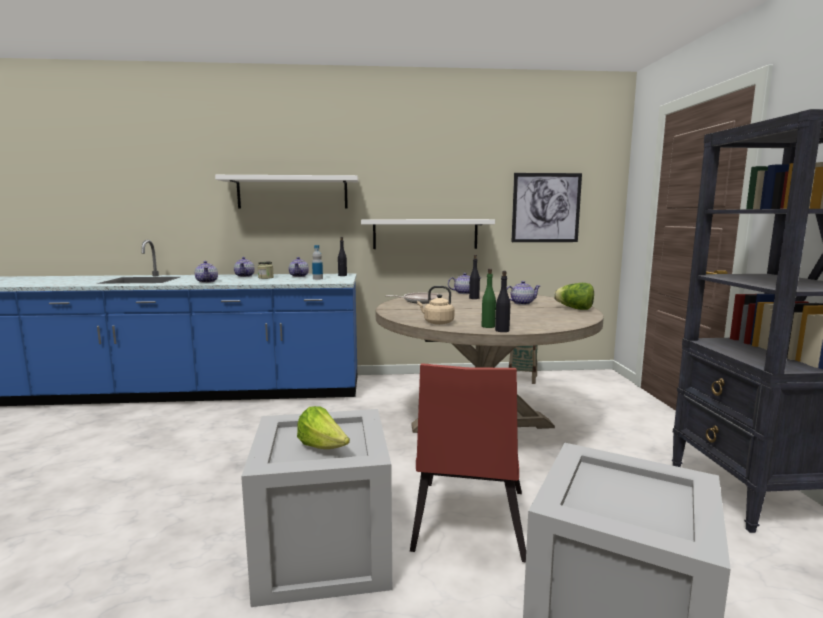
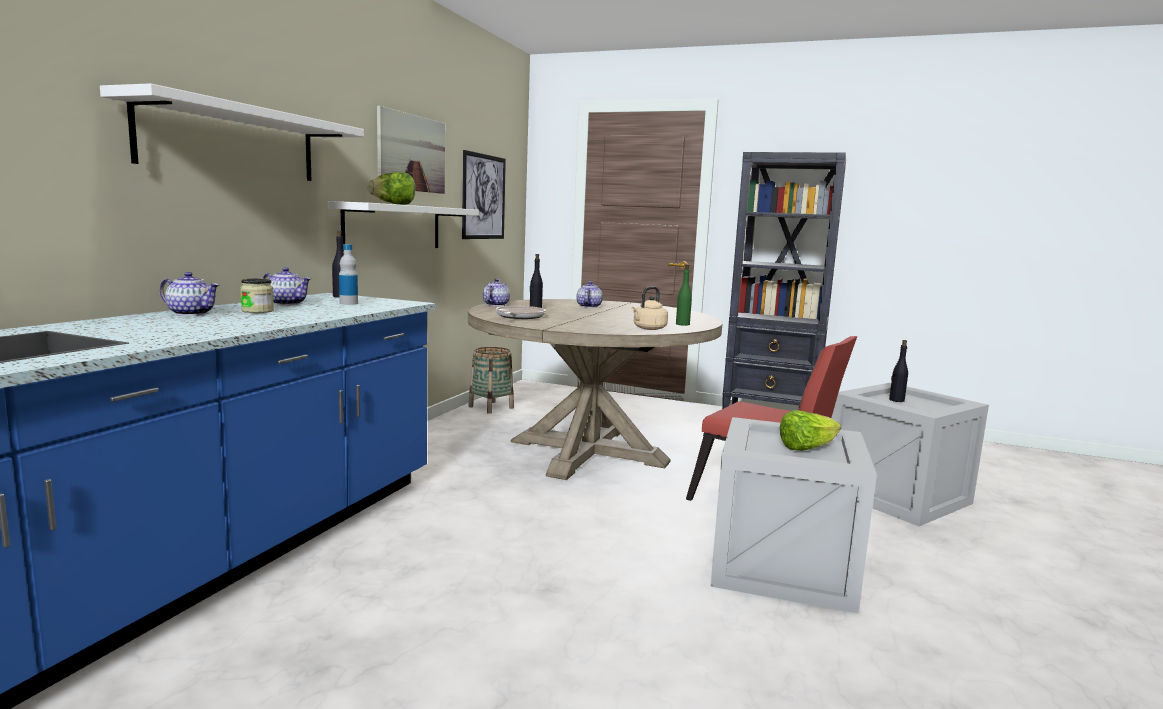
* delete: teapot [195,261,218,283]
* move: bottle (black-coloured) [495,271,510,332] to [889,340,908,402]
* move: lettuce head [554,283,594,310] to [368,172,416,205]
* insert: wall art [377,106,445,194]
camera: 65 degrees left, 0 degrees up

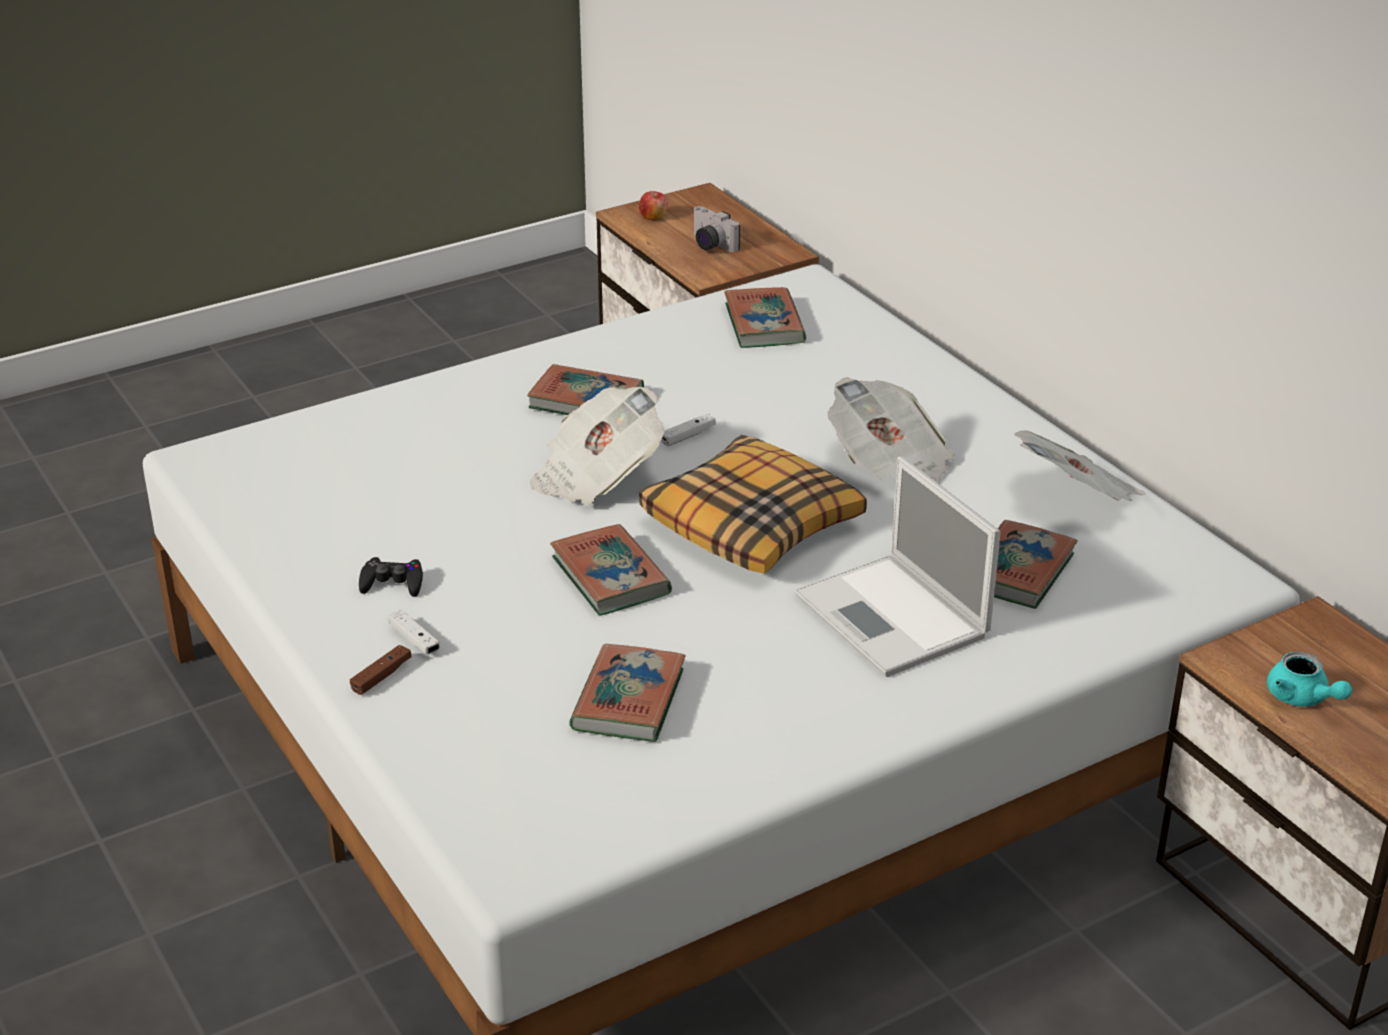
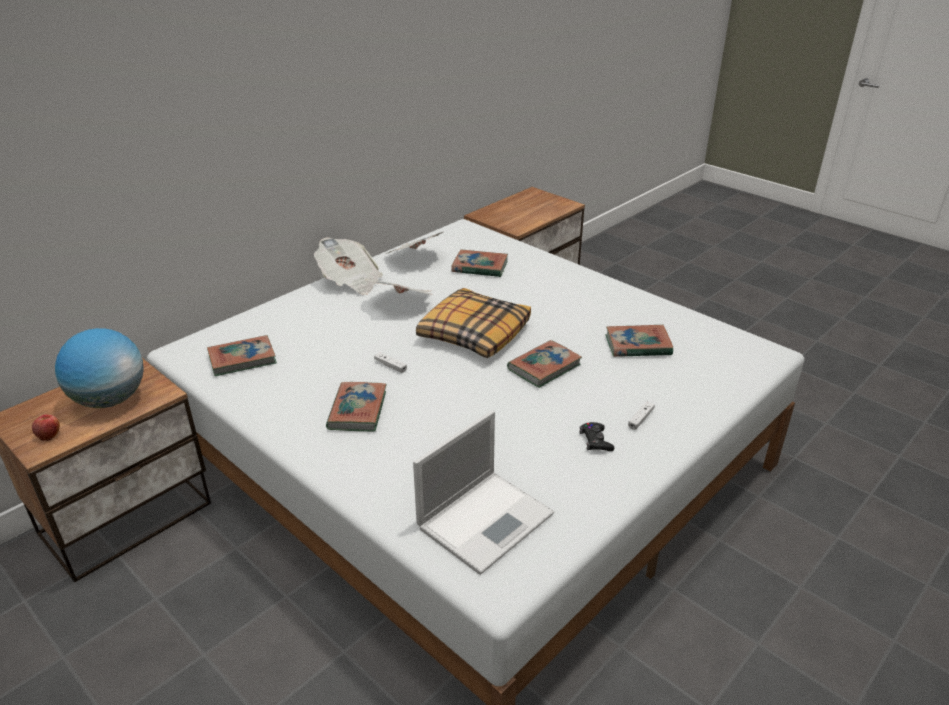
* replace: photo camera [693,206,740,252] to world globe [55,328,143,408]
* move: newspaper [530,387,664,505] to [314,237,383,295]
* move: portable computer [795,456,1001,677] to [413,410,554,575]
* delete: game controller (brownish) [350,645,412,695]
* delete: teapot (blue-green) [1267,652,1352,707]
camera: 105 degrees left, 0 degrees up

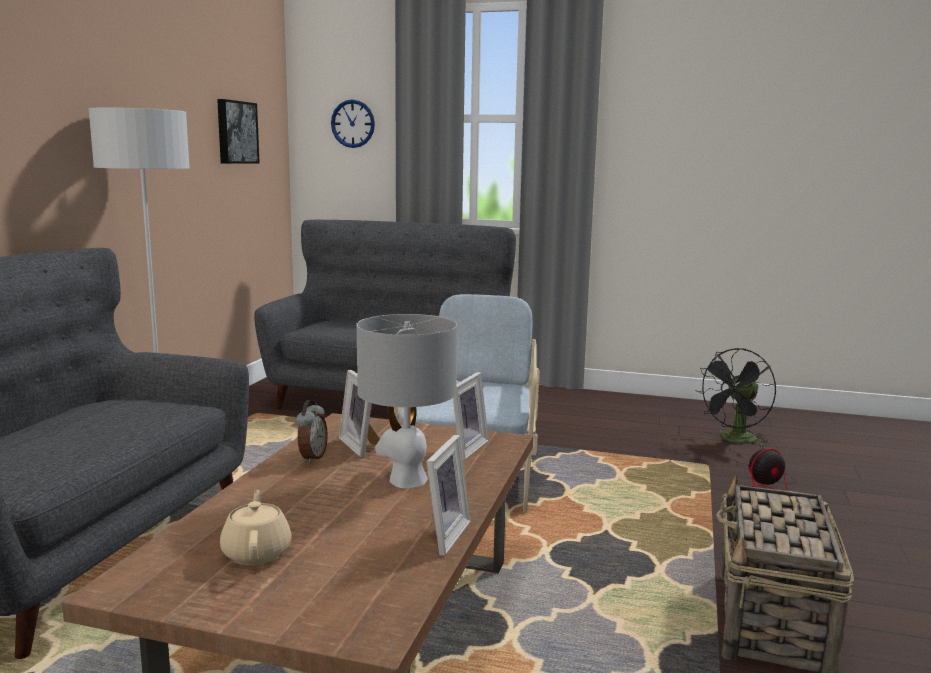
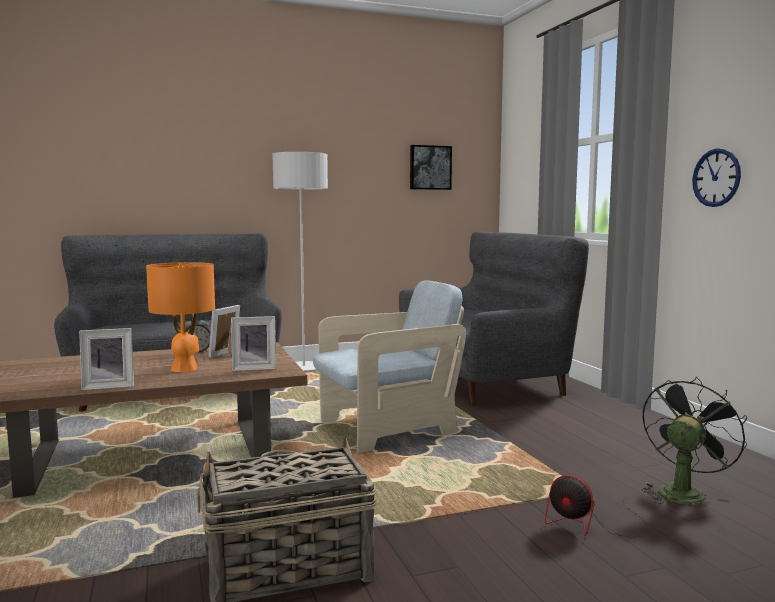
* move: wall clock [331,99,375,148] to [692,148,741,207]
* recolor: table lamp (greyish) [357,314,457,488] to table lamp (orangey) [146,262,215,372]
* rotate: fan (black-coloured) [695,348,776,448] = [642,376,747,505] 120 degrees clockwise
* delete: teapot (sand-coloured) [220,489,292,565]
camera: 55 degrees right, 5 degrees down

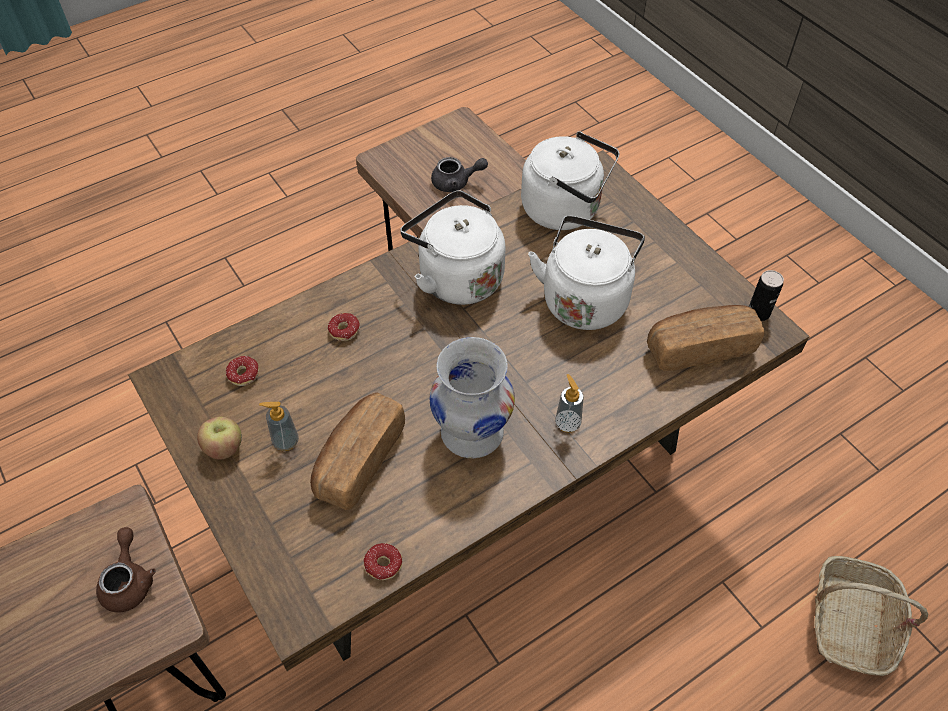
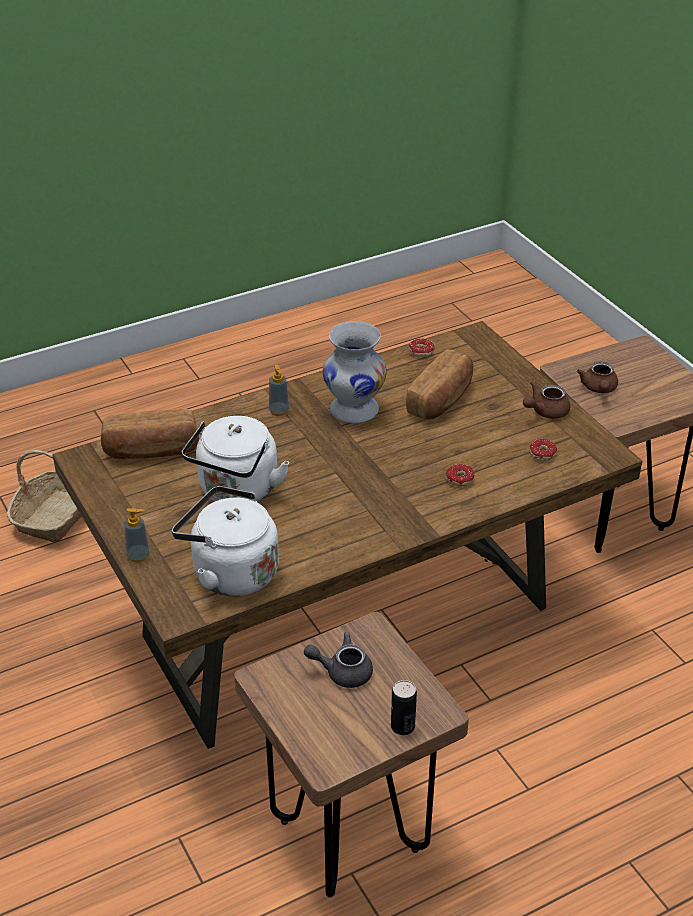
* delete: kettle (white-coloured) [400,190,505,305]
* move: metal can [749,270,784,321] to [391,680,417,735]
* move: soap dispenser [259,402,299,451] to [124,508,150,562]
* replace: apple [197,417,242,460] to teapot (brownish) [523,381,570,419]
camera: 175 degrees left, 15 degrees down

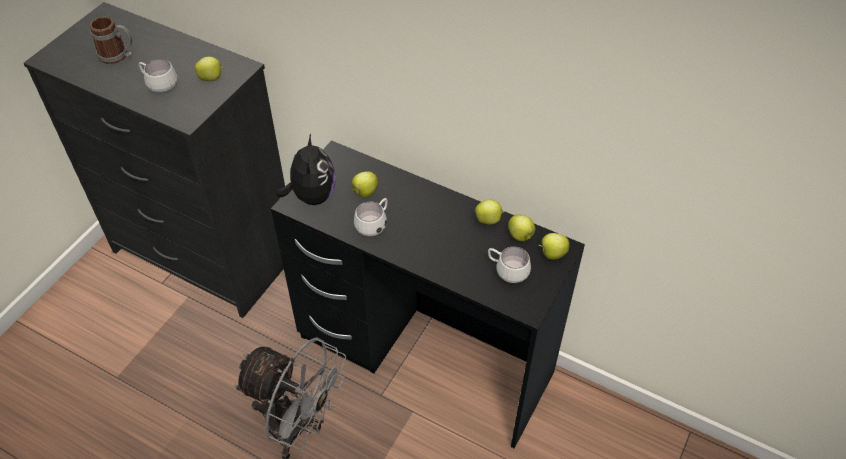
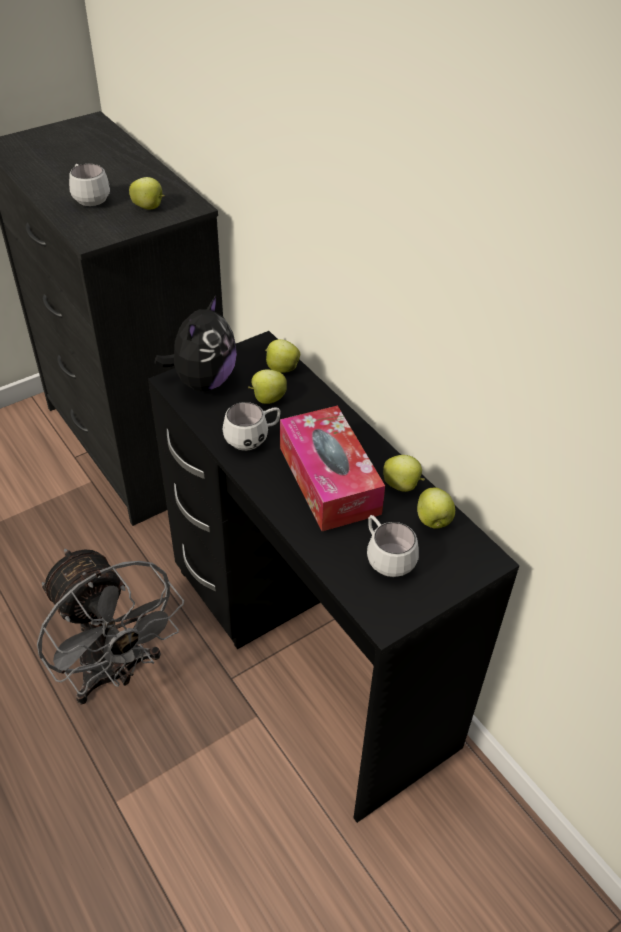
* delete: mug [90,17,132,64]
* move: apple [538,233,569,260] to [265,339,300,373]
* insert: box of tissues [280,406,385,531]
camera: 25 degrees right, 5 degrees down

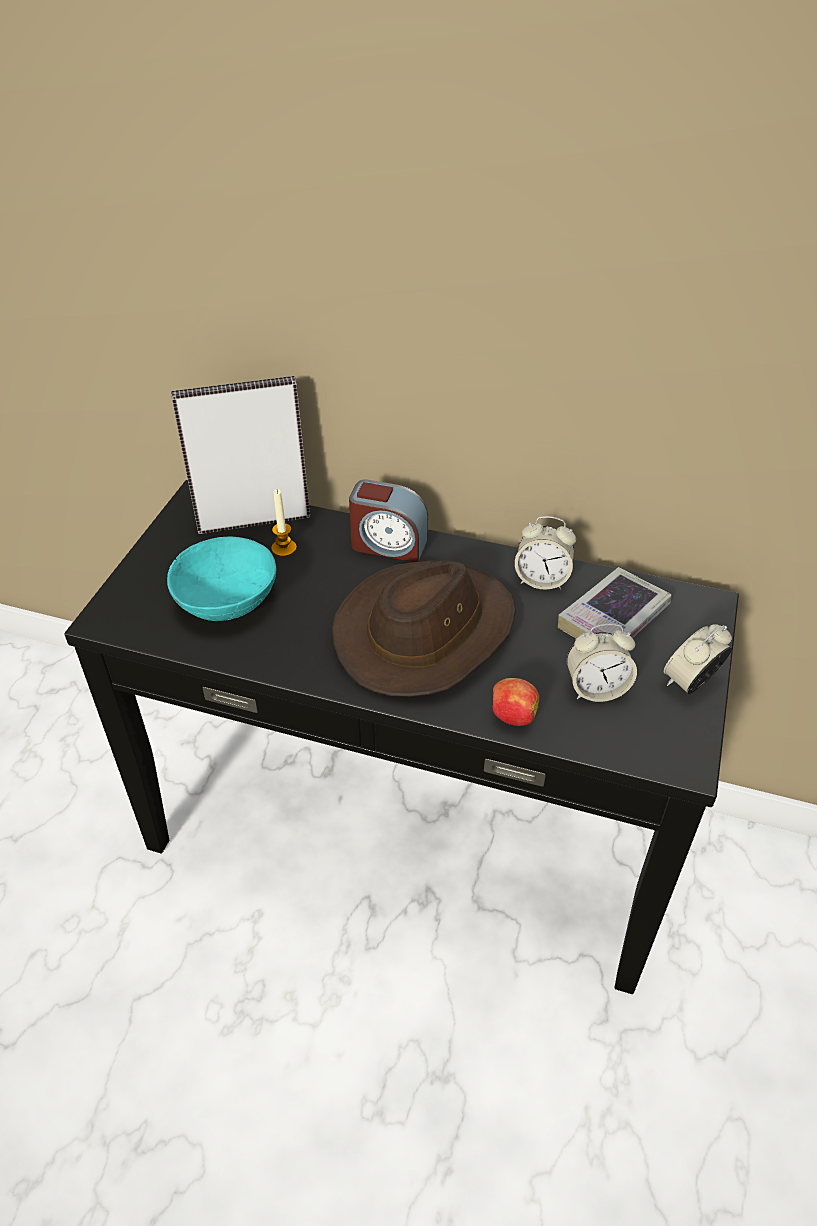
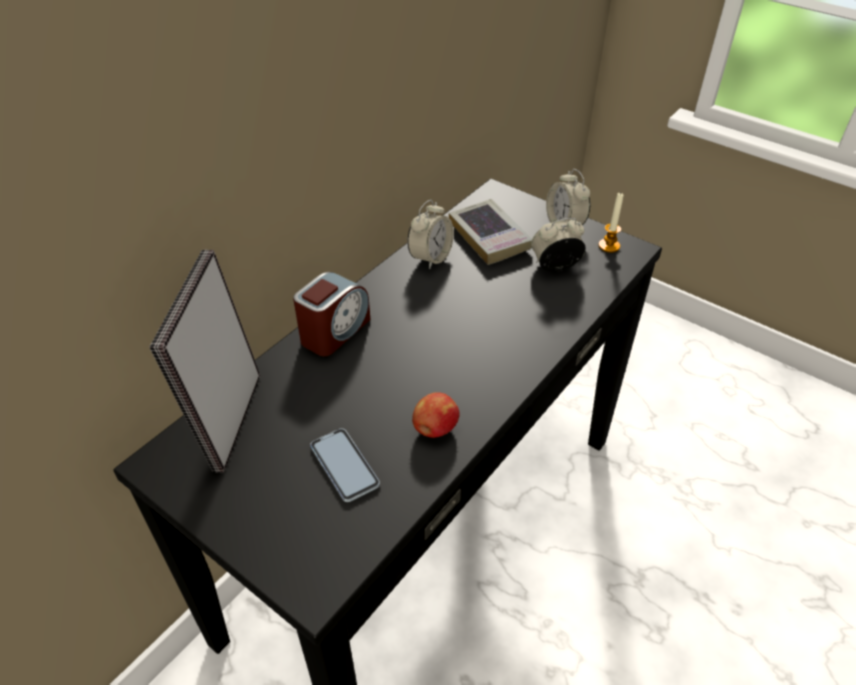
* move: wax candle [271,489,297,557] to [598,193,624,253]
* replace: serving bowl (blue-green) [167,537,276,621] to telephone [310,428,380,502]
* delete: hat (brownish) [332,561,516,697]
* rotate: table clock [567,624,637,702] = [531,218,586,272] 120 degrees counterclockwise
* move: apple [493,678,539,726] to [412,392,460,438]
camera: 70 degrees left, 0 degrees up

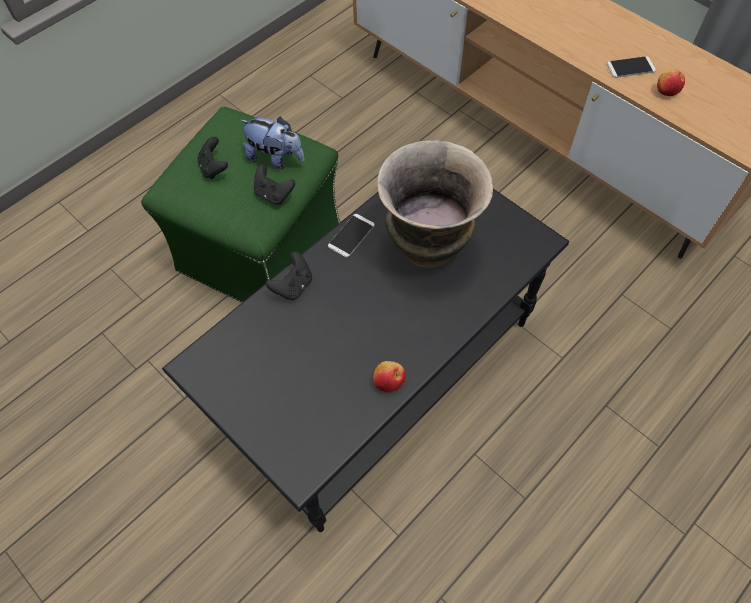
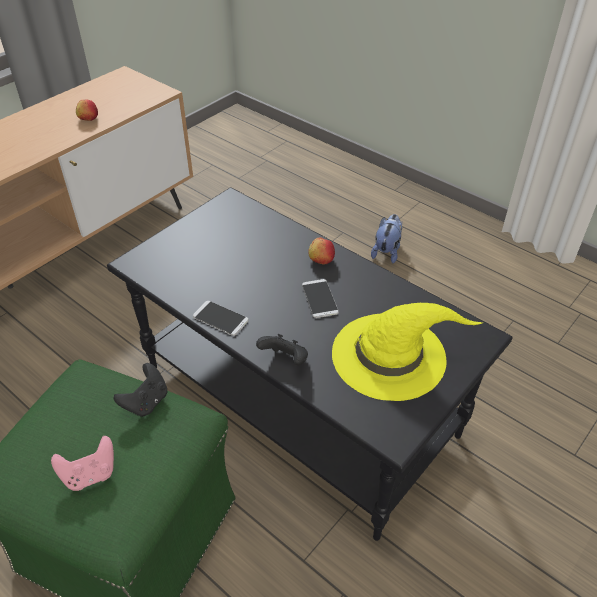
* move: telephone [607,56,656,78] to [302,279,339,318]
* move: plush toy [240,116,305,169] to [371,214,402,263]
* recolor: game controller (black-coloured) [197,137,228,179] to game controller (pink-coloured) [51,436,114,491]
* delete: flower vase [377,140,493,268]
* move: apple [373,361,406,392] to [308,238,335,264]
* insert: hat (yellow) [332,303,484,401]
camera: 95 degrees left, 15 degrees down

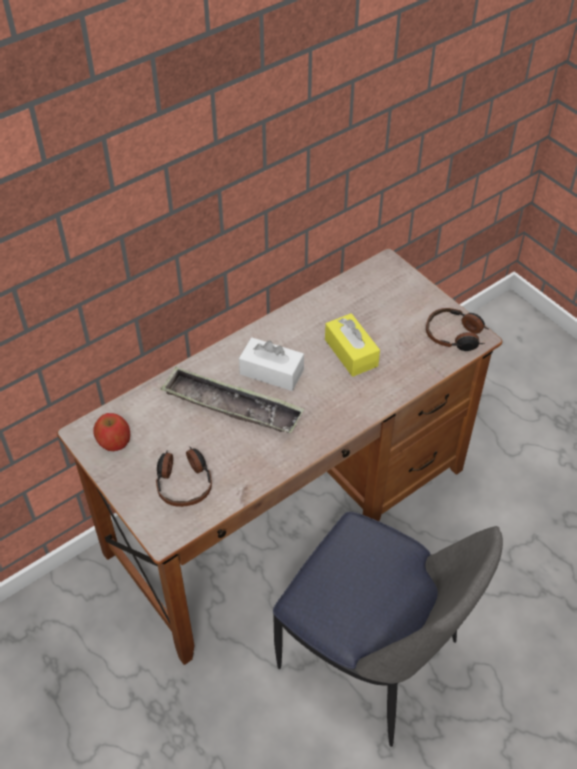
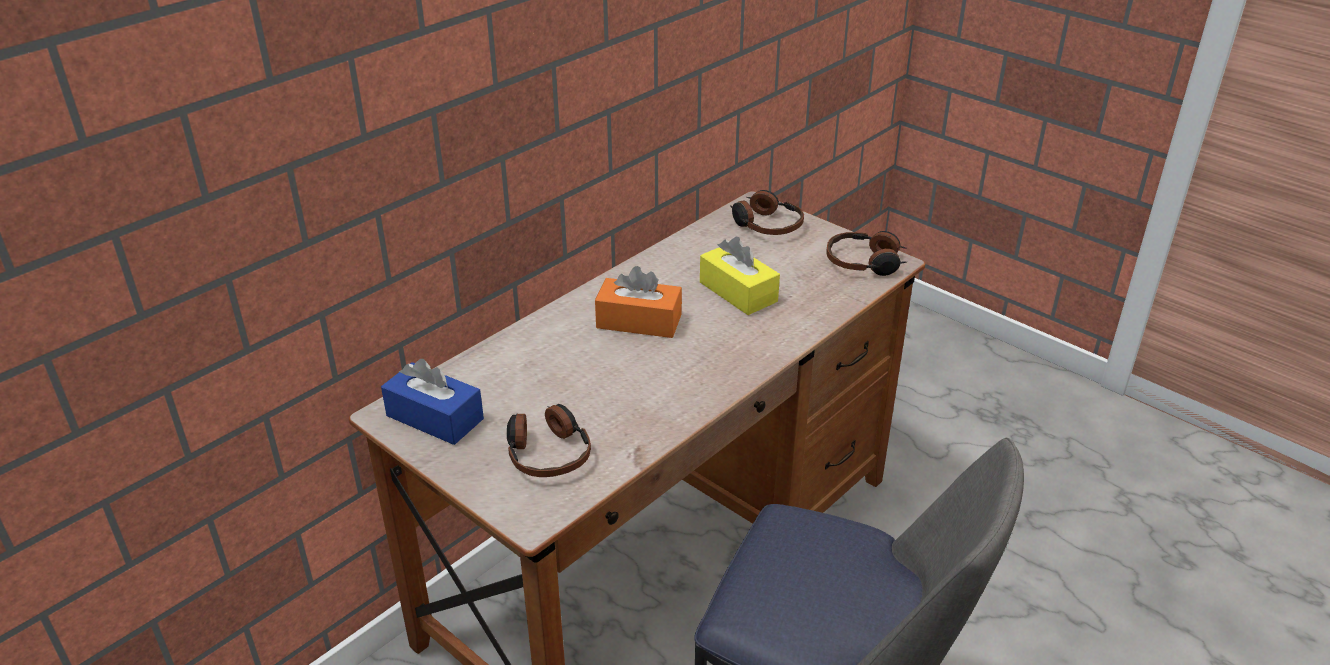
* recolor: box of tissues (white-coloured) [239,337,304,391] to box of tissues (orangey) [595,266,682,338]
* delete: serving tray [160,367,304,433]
* replace: apple [94,413,130,451] to box of tissues (blue) [381,359,484,445]
* insert: pair of headphones [730,190,804,235]
camera: 10 degrees left, 15 degrees down

